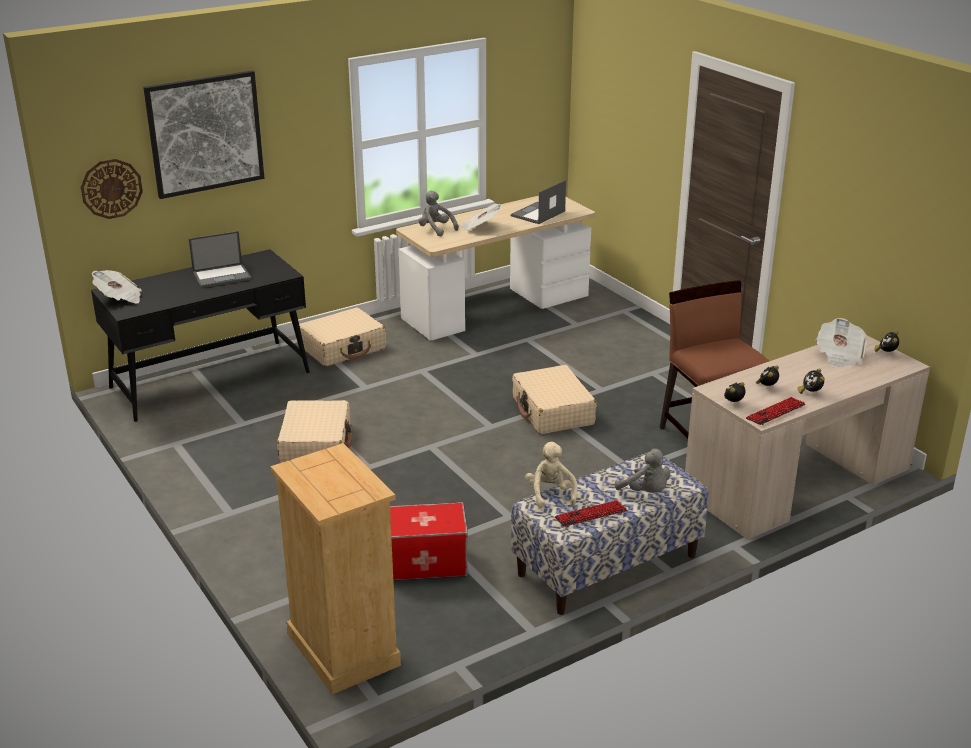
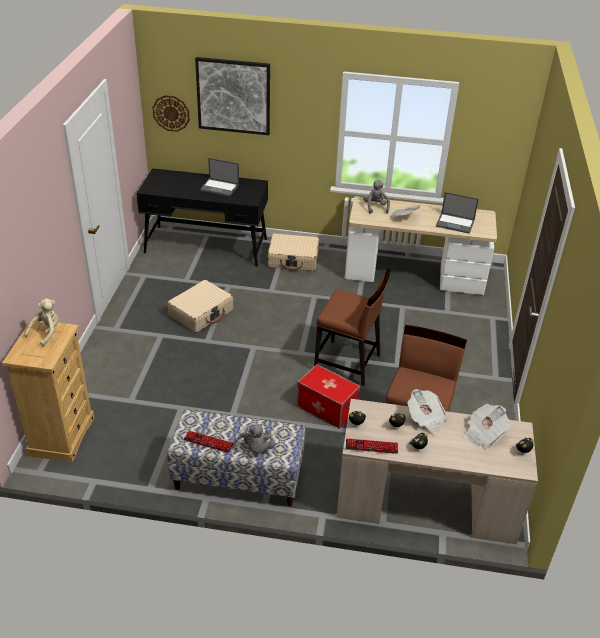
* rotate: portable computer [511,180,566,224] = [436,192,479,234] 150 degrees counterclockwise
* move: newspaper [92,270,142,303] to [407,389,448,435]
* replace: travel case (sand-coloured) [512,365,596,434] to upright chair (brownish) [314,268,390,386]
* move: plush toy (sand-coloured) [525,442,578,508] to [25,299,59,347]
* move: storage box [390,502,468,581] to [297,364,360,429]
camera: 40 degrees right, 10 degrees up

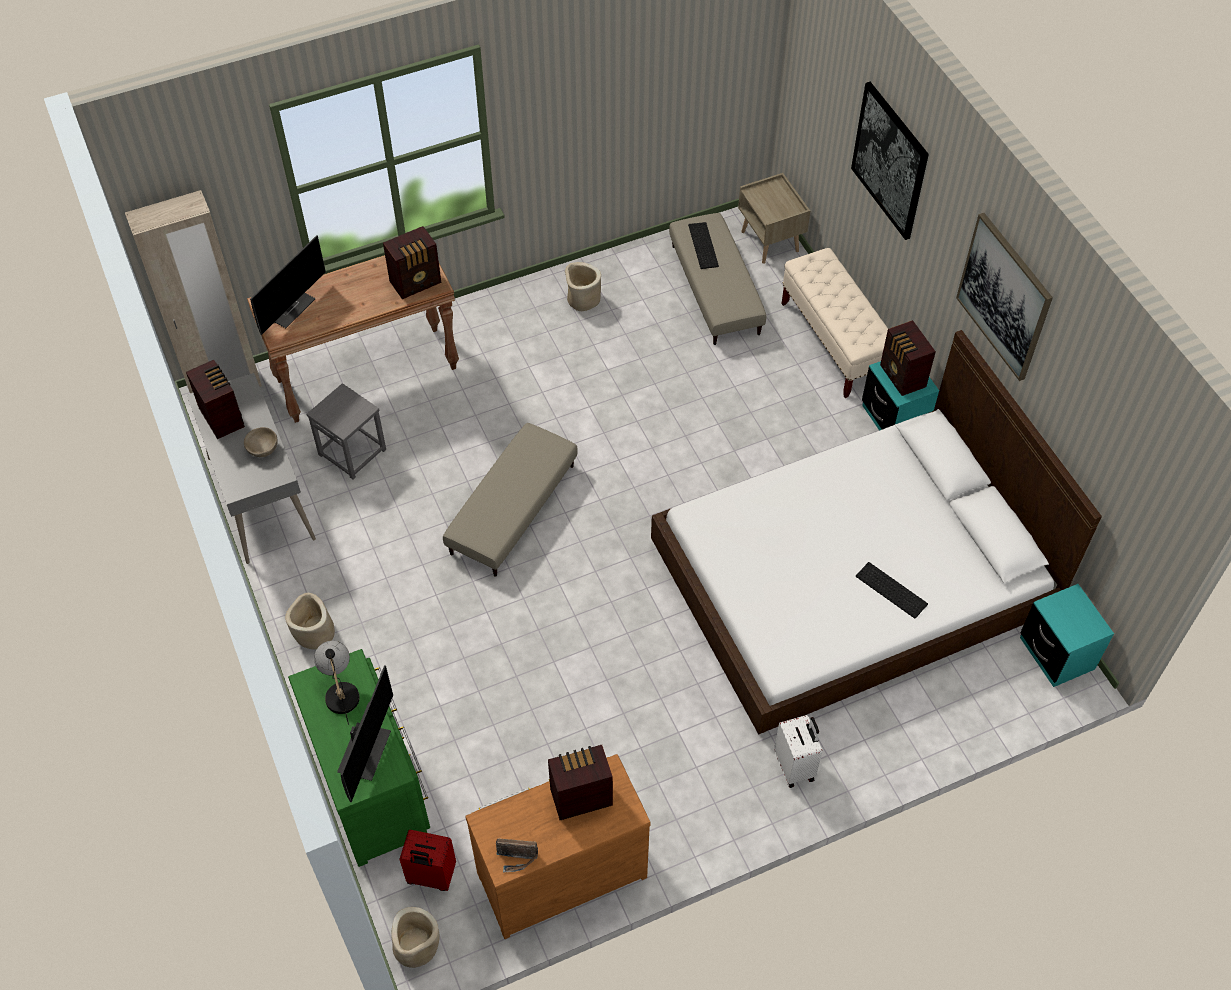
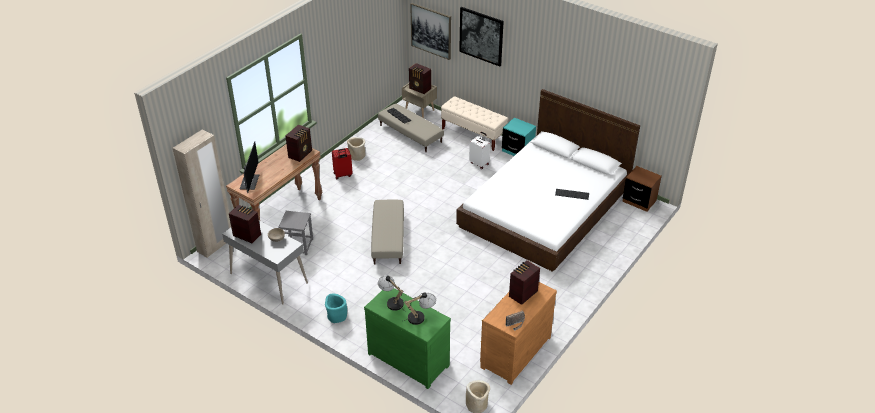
* move: wall art [956,213,1053,381] to [410,3,451,60]
* move: radio set [880,320,936,396] to [409,63,431,94]
* recolor: bedside table (blue-green) [1020,584,1114,687] to bedside table (brownish) [622,166,662,212]
* recolor: planter (sand-coloured) [285,593,335,650] to planter (blue-green) [325,294,347,323]
* replace: computer screen [337,665,393,802] to table lamp [404,292,436,325]
* move: travel case (white-coloured) [774,715,822,788] to [469,132,490,169]
* move: travel case (red) [399,830,456,891] to [332,148,353,179]
camera: 30 degrees left, 15 degrees down

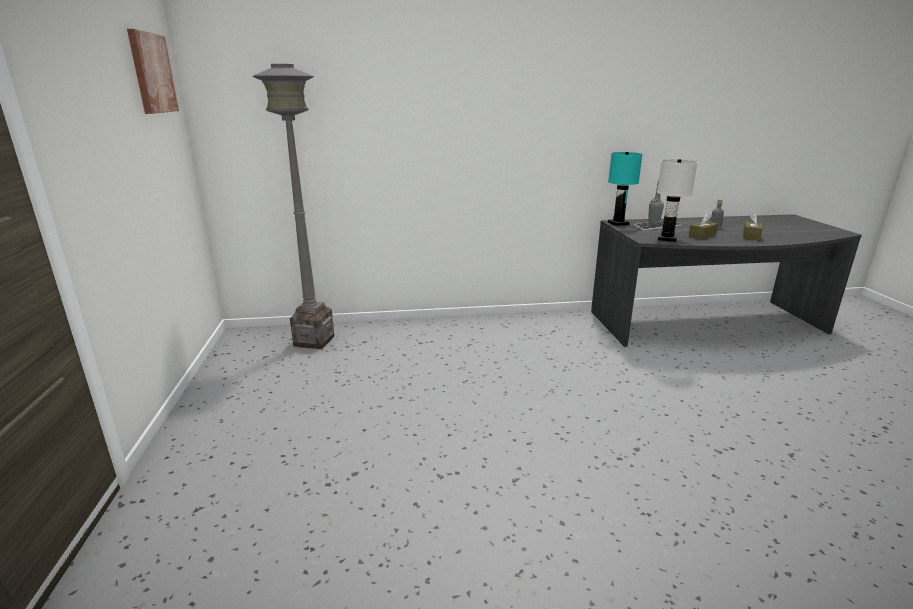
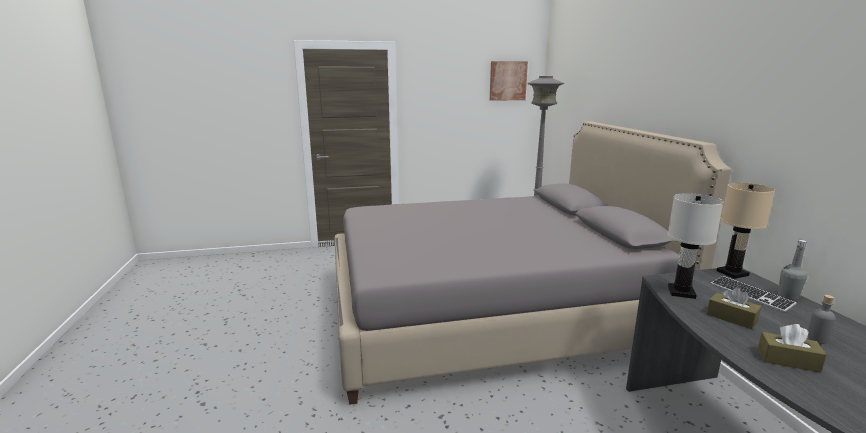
* recolor: table lamp (blue-green) [608,152,643,226] to table lamp (sand-coloured) [717,183,775,279]
* insert: bedroom bed (greyish) [334,121,731,405]
camera: 85 degrees right, 5 degrees down

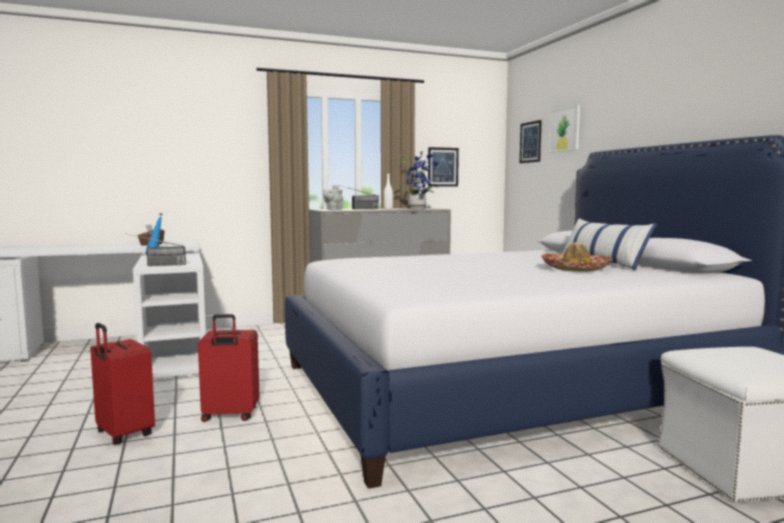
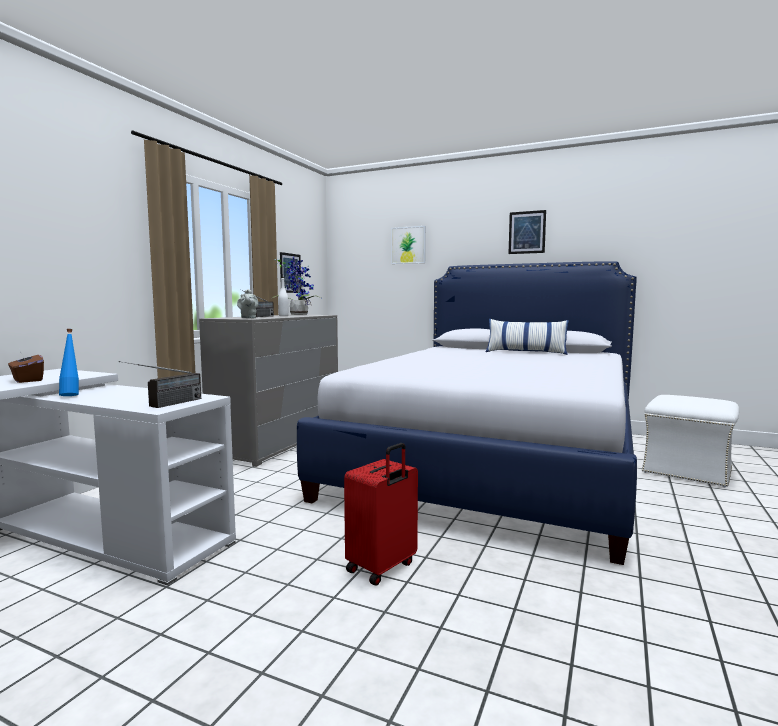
* move: wall art [520,120,542,163] to [509,210,546,254]
* delete: hat [541,242,613,272]
* delete: travel case (red) [90,323,155,445]
camera: 45 degrees left, 0 degrees up

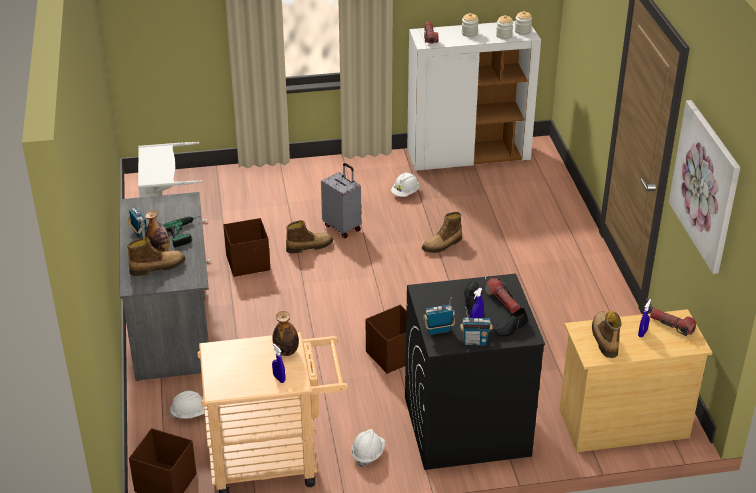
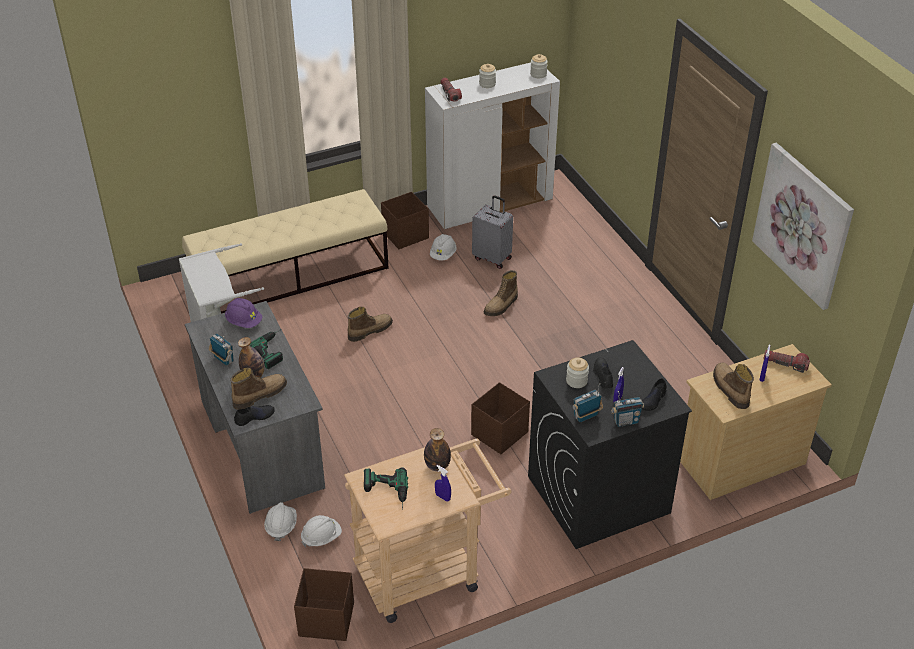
* move: preserve jar [496,15,513,39] to [566,358,589,388]
* move: travel case (greyish) [321,163,361,238] to [472,195,513,269]
* move: storage box (brownish) [223,218,270,277] to [381,192,429,249]
* delete: hand torch [485,278,520,313]
* move: work helmet (white-coloured) [351,429,385,467] to [264,502,297,541]
* insert: indoor bench (sand-coloured) [182,189,389,314]
* insert: work helmet (purple) [225,298,262,328]
* insert: shoe (black-coloured) [234,405,275,426]
* insert: drill [364,468,408,509]
camera: 15 degrees left, 5 degrees up

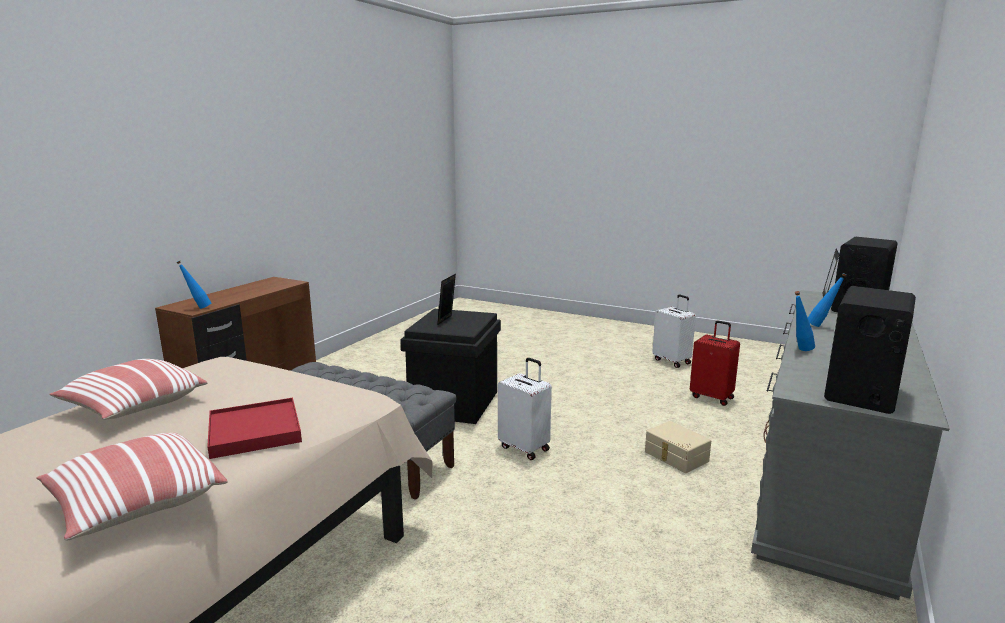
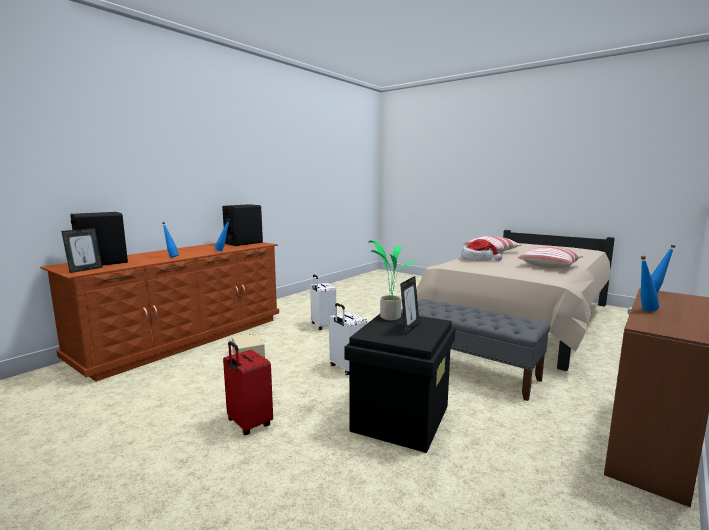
* recolor: chest of drawers (greyish) [751,290,950,600] to chest of drawers (brownish) [40,242,279,382]
* move: travel case (white-coloured) [652,295,696,368] to [310,274,336,330]
* move: travel case (red) [690,321,740,406] to [223,341,273,435]
* replace: serving tray (red) [207,398,302,459] to hat [461,239,502,261]
* insert: houseplant [368,240,417,320]
* insert: bottle (blue) [641,256,659,311]
camera: 170 degrees left, 5 degrees down

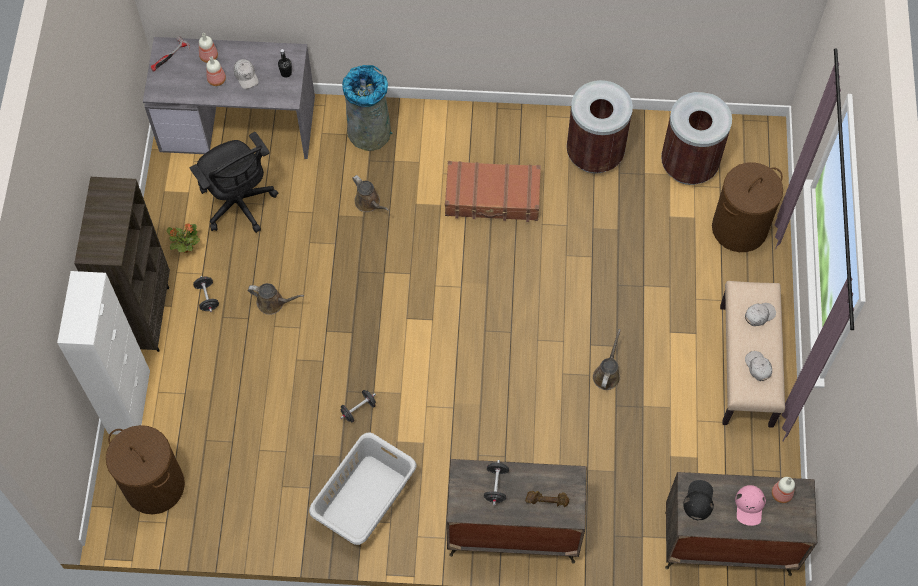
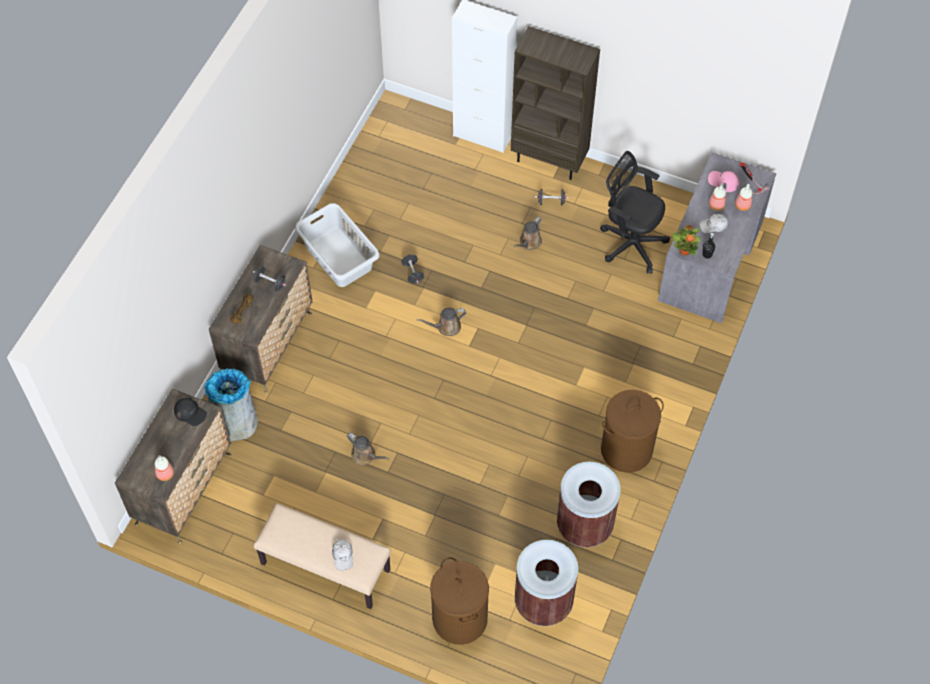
* move: waste bin (greyish) [342,65,392,151] to [204,368,258,441]
* rotate: desk chair (black-coloured) [190,132,278,233] = [600,151,670,274] 45 degrees clockwise
* delete: travel case (brownish) [445,161,541,222]
* move: watering can (brownish) [352,175,389,212] to [417,308,466,336]
* move: houseplant [167,223,200,253] to [672,225,701,255]
* delete: peaked cap (white-coloured) [745,351,772,381]
* move: washing basket (brownish) [106,425,185,514] to [601,390,664,473]
* move: peaked cap (pink-coloured) [735,485,766,526] to [708,171,739,192]
camera: 110 degrees right, 5 degrees down

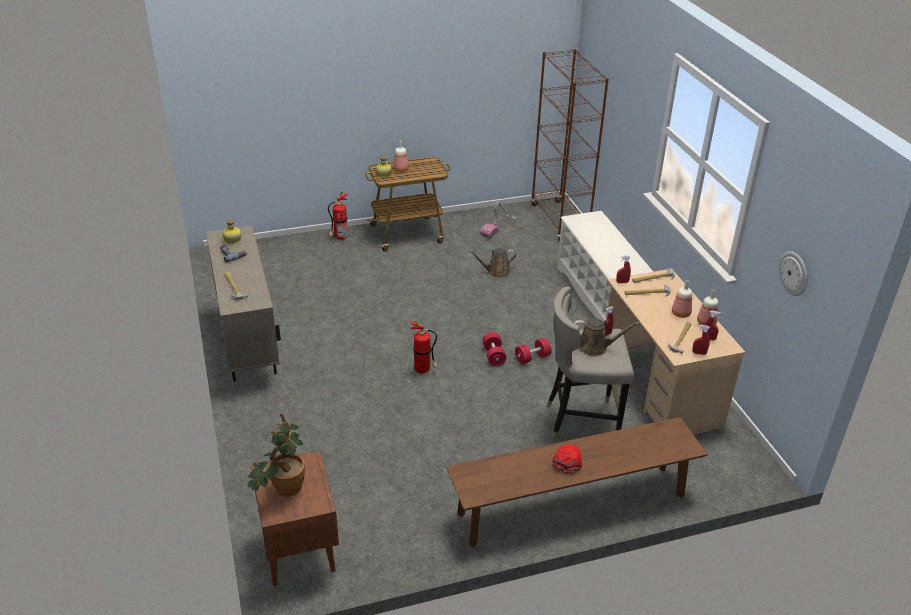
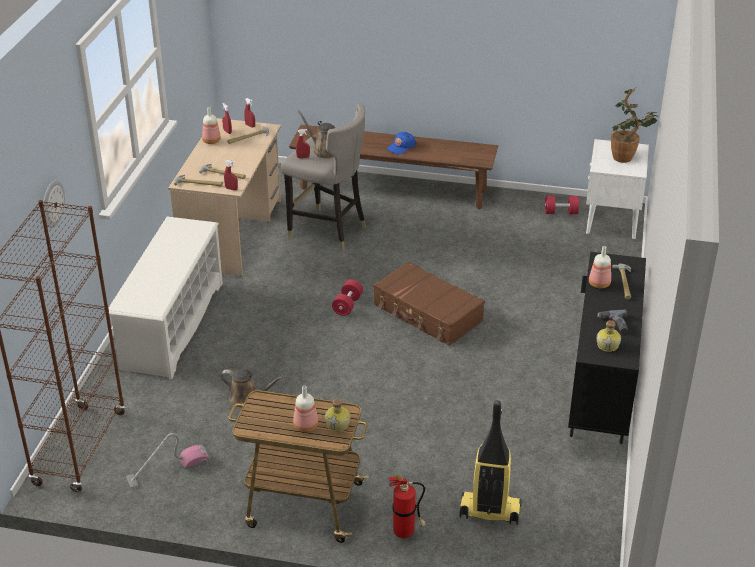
* recolor: storage cabinet (sand-coloured) [206,226,281,382] to storage cabinet (black-coloured) [568,252,646,444]
* move: wall clock [779,251,808,296] to [43,180,65,228]
* move: bottle [672,280,692,318] to [589,246,611,288]
* replace: fire extinguisher [410,321,438,374] to travel case (brownish) [373,261,485,346]
* move: dumbbell (red) [515,338,552,364] to [545,196,579,214]
* recolor: peaked cap (red) [553,444,582,474] to peaked cap (blue) [387,132,417,154]
* recolor: bedside table (brownish) [251,451,339,586] to bedside table (white-coloured) [586,139,649,239]
* insert: vacuum cleaner [460,400,522,525]
camera: 150 degrees left, 0 degrees up

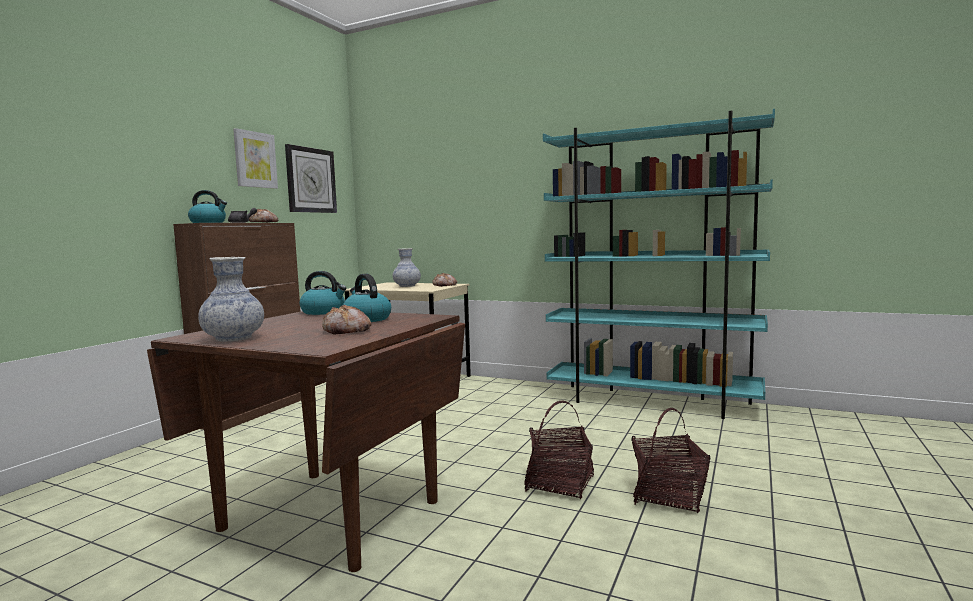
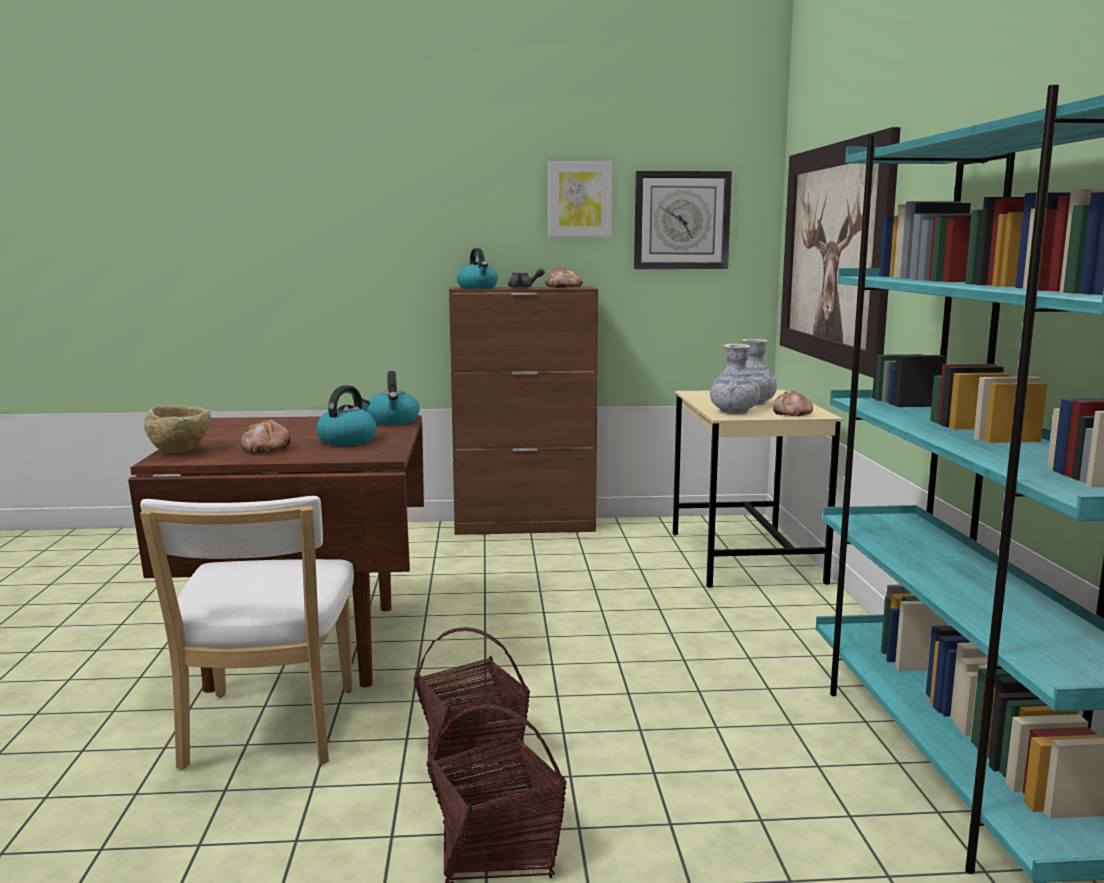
* move: flower vase [198,257,264,342] to [710,344,760,414]
* insert: wall art [780,127,901,378]
* insert: serving bowl (sand-coloured) [144,405,211,453]
* insert: upright chair (white-coloured) [140,496,354,769]
camera: 60 degrees right, 5 degrees up

